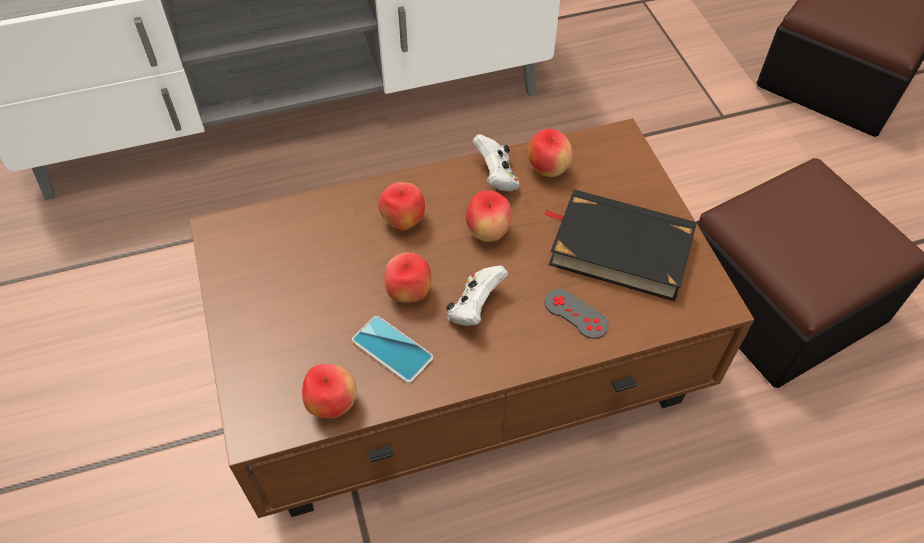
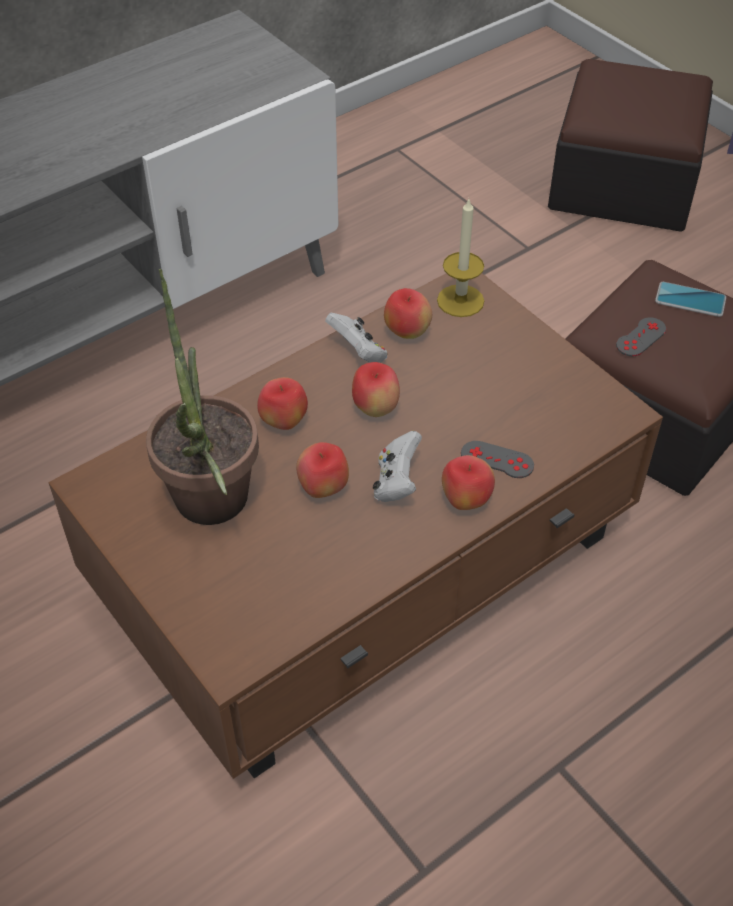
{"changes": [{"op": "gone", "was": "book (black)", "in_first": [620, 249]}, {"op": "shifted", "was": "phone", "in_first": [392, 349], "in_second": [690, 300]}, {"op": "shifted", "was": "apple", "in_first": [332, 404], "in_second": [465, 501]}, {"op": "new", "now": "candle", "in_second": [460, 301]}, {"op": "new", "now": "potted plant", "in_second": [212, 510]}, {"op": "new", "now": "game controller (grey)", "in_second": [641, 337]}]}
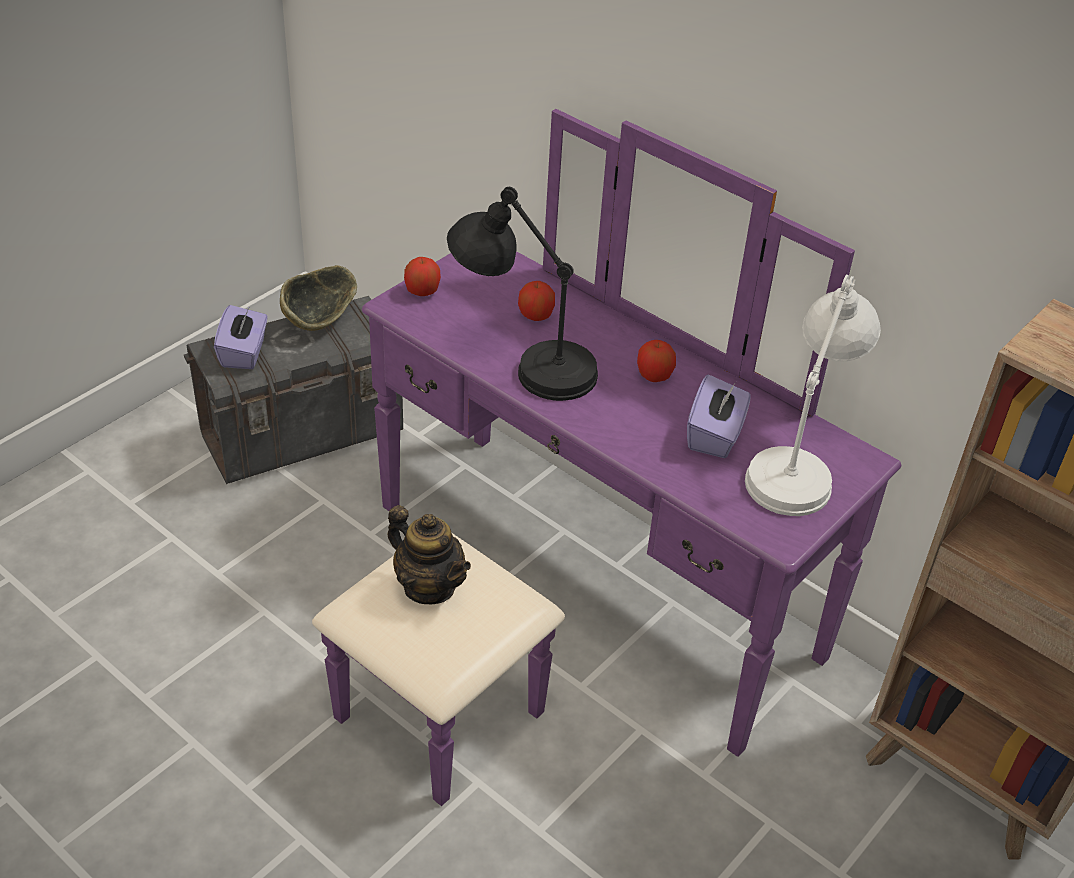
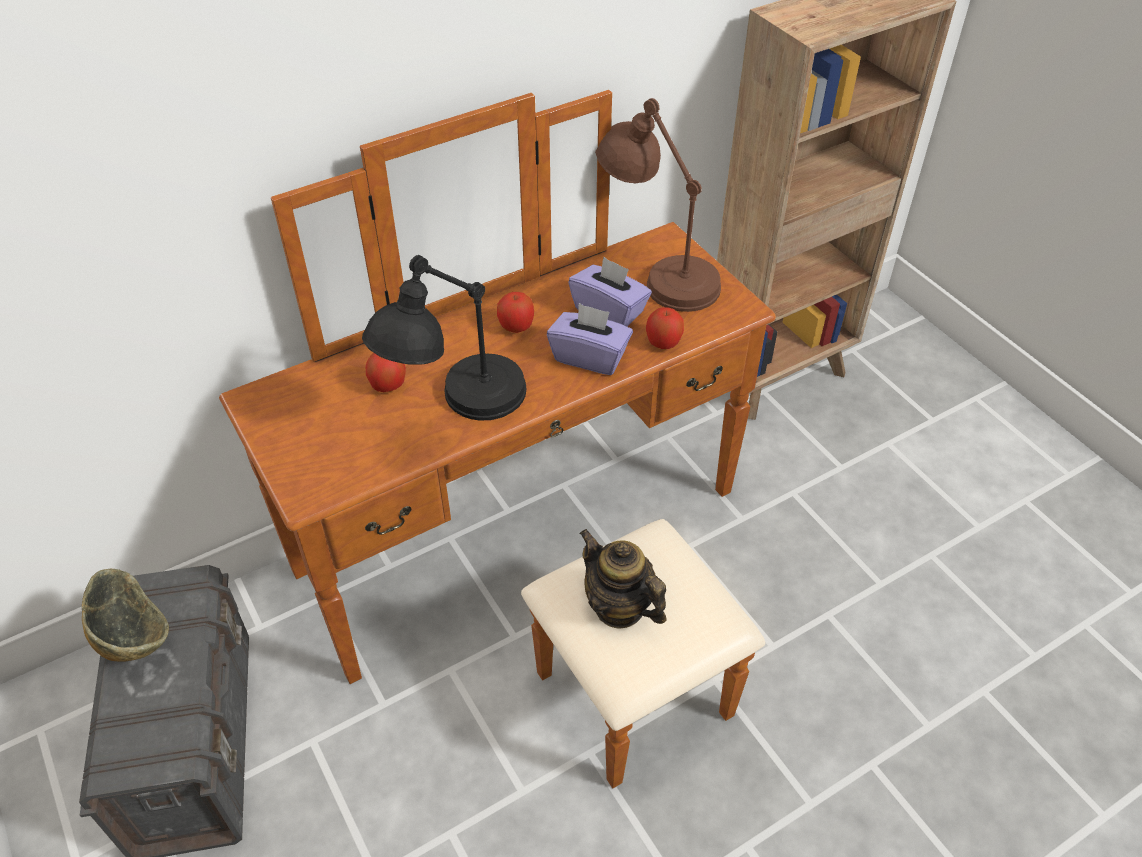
{"changes": [{"op": "repainted", "was": "dresser (purple)", "now": "dresser (brown)", "in_first": [564, 609], "in_second": [544, 564]}, {"op": "shifted", "was": "apple", "in_first": [422, 292], "in_second": [663, 342]}, {"op": "repainted", "was": "table lamp (white)", "now": "table lamp (brown)", "in_first": [800, 460], "in_second": [656, 272]}, {"op": "shifted", "was": "tissue box (purple)", "in_first": [244, 353], "in_second": [590, 356]}, {"op": "rotated", "was": "teapot", "in_first": [429, 586], "in_second": [619, 606], "clockwise": -105}]}
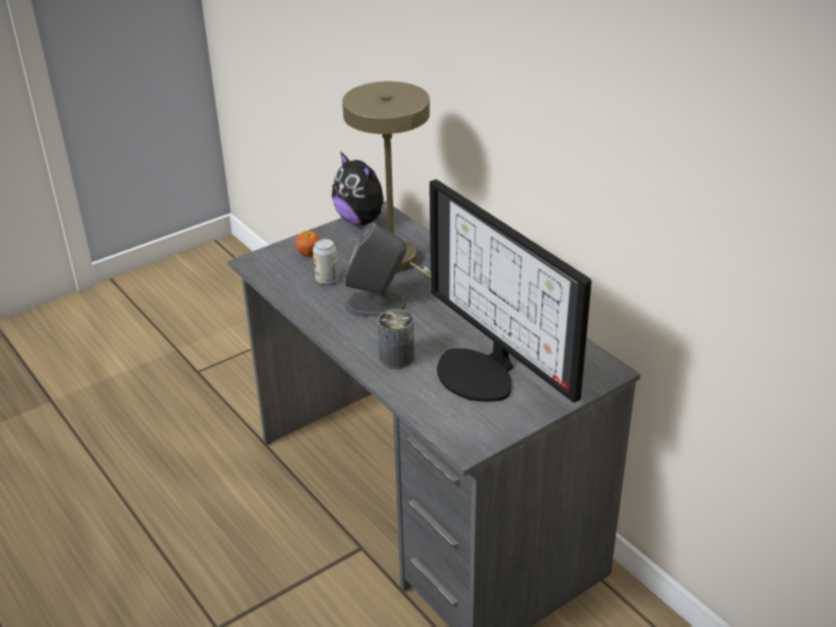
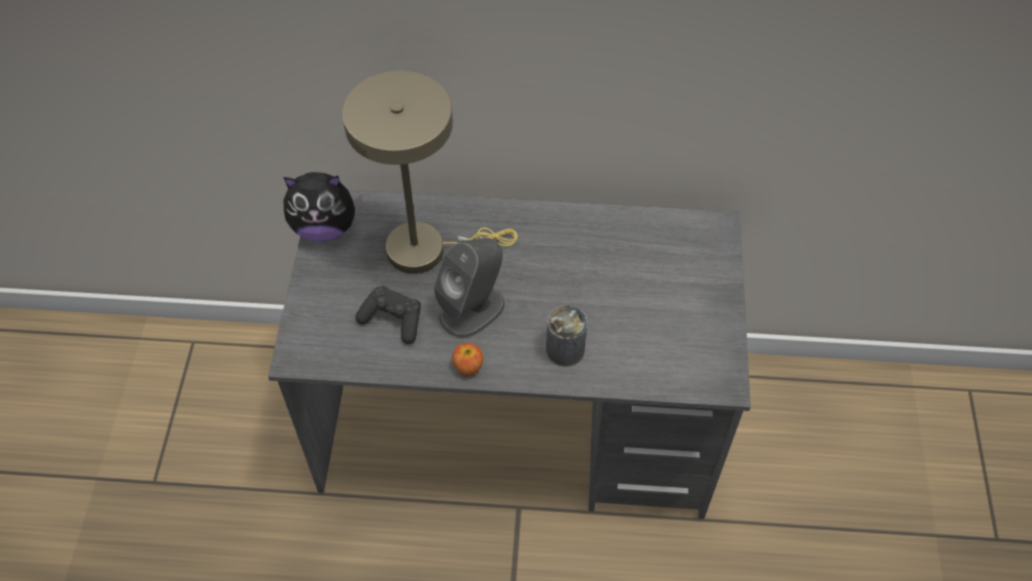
{"changes": [{"op": "gone", "was": "monitor", "in_first": [483, 372]}, {"op": "shifted", "was": "apple", "in_first": [309, 253], "in_second": [468, 366]}, {"op": "swapped", "was": "can", "now": "game controller (black)", "in_first": [327, 279], "in_second": [393, 320]}]}
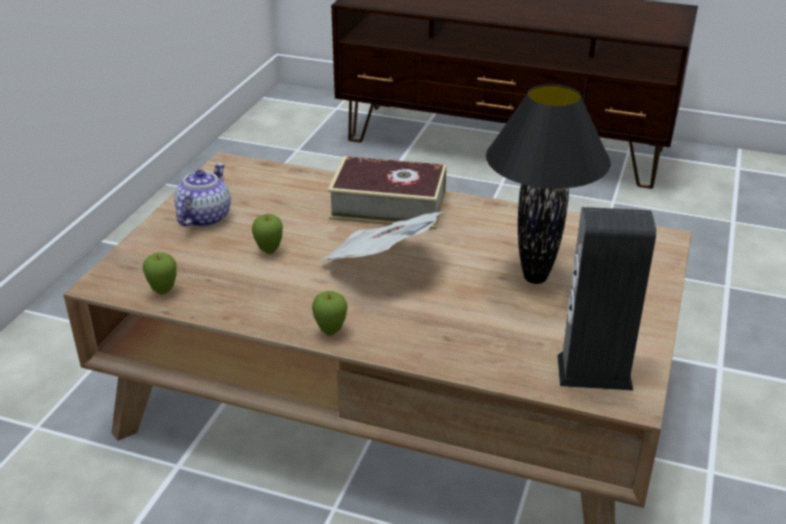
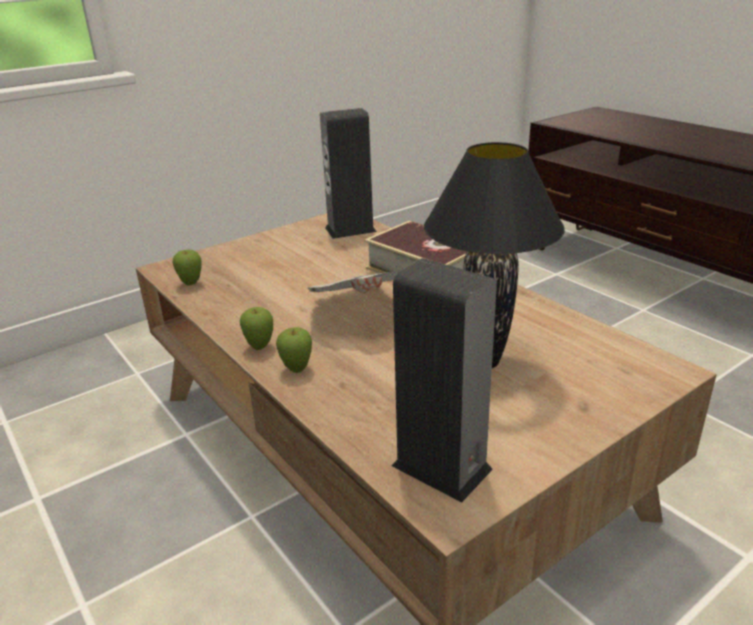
{"changes": [{"op": "gone", "was": "teapot", "in_first": [204, 217]}, {"op": "shifted", "was": "apple", "in_first": [269, 251], "in_second": [297, 369]}, {"op": "new", "now": "speaker", "in_second": [350, 229]}]}
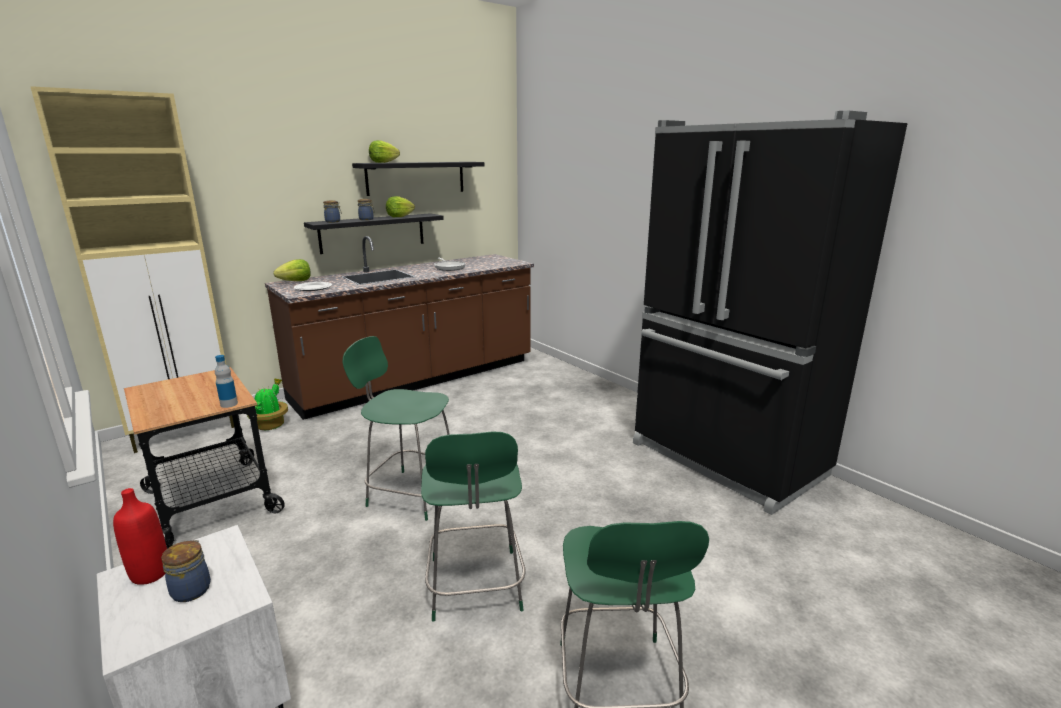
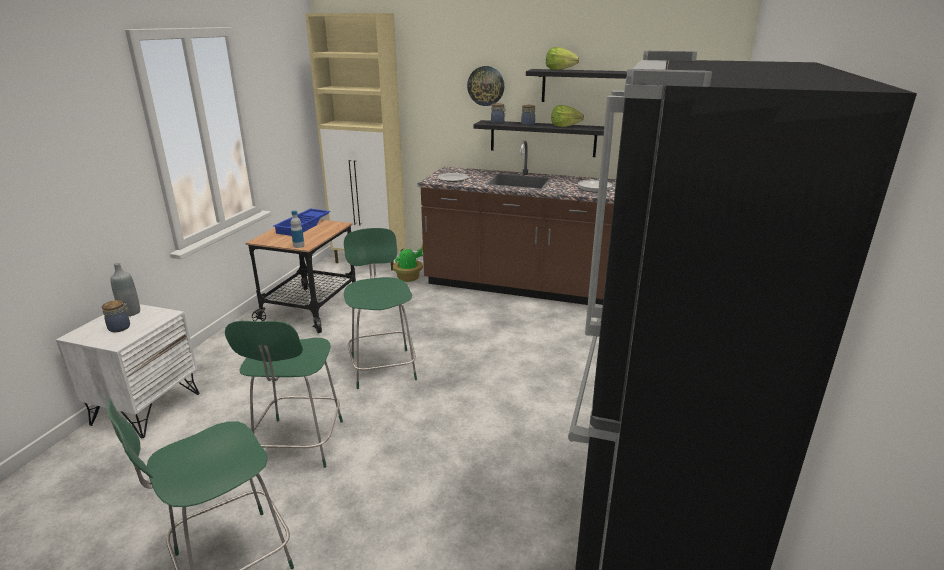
{"changes": [{"op": "gone", "was": "lettuce", "in_first": [296, 281]}, {"op": "rotated", "was": "chair (green)", "in_first": [475, 587], "in_second": [298, 445], "clockwise": -45}, {"op": "repainted", "was": "bottle (red)", "now": "bottle (grey)", "in_first": [150, 574], "in_second": [130, 312]}, {"op": "new", "now": "wall clock", "in_second": [486, 86]}, {"op": "new", "now": "tray (blue)", "in_second": [304, 226]}]}
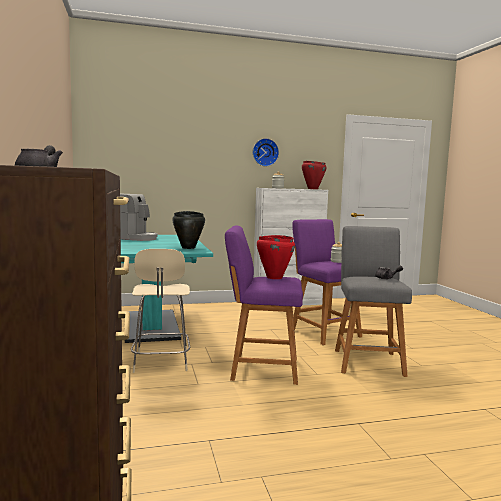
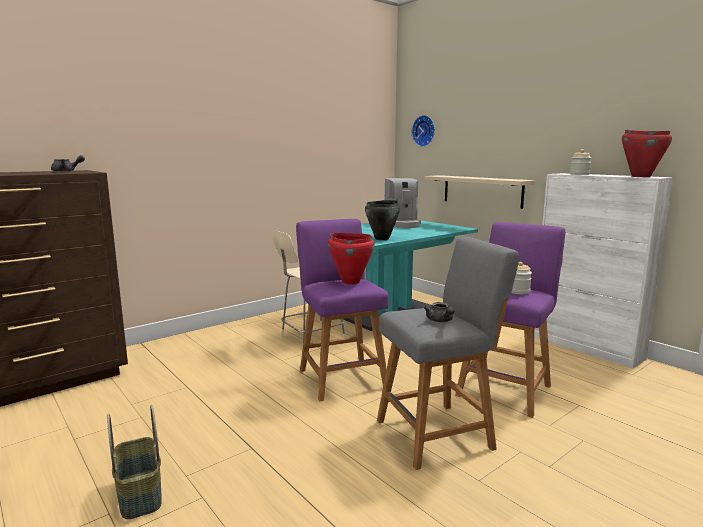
{"changes": [{"op": "shifted", "was": "wall clock", "in_first": [265, 152], "in_second": [424, 131]}, {"op": "new", "now": "shelf (beige)", "in_second": [482, 191]}, {"op": "new", "now": "basket", "in_second": [138, 494]}]}
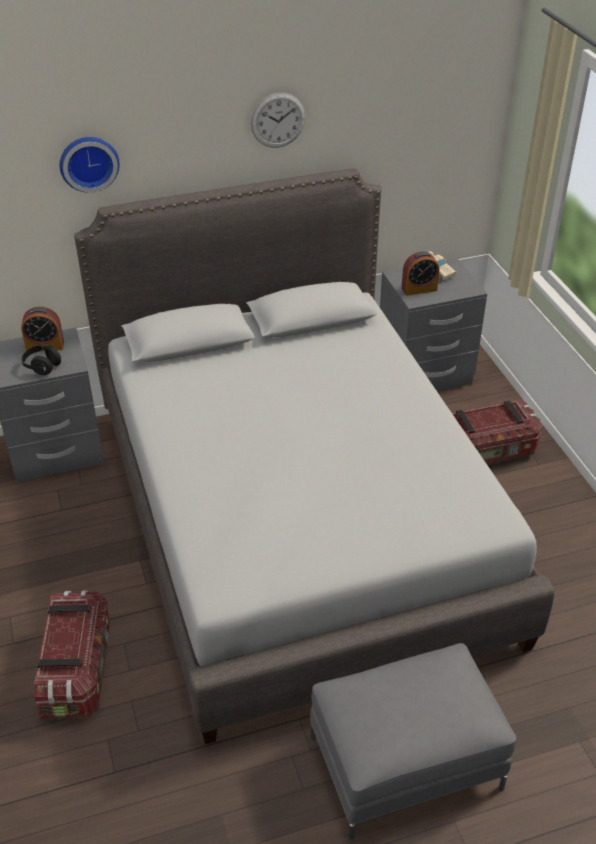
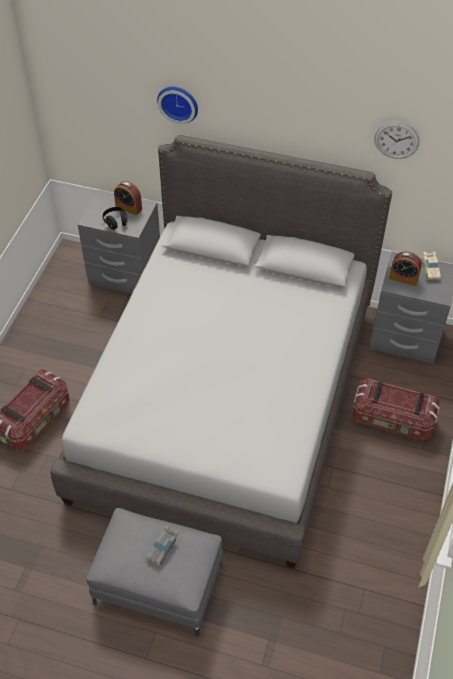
{"changes": [{"op": "shifted", "was": "wall clock", "in_first": [278, 120], "in_second": [396, 140]}, {"op": "new", "now": "toy car (grey)", "in_second": [163, 548]}]}
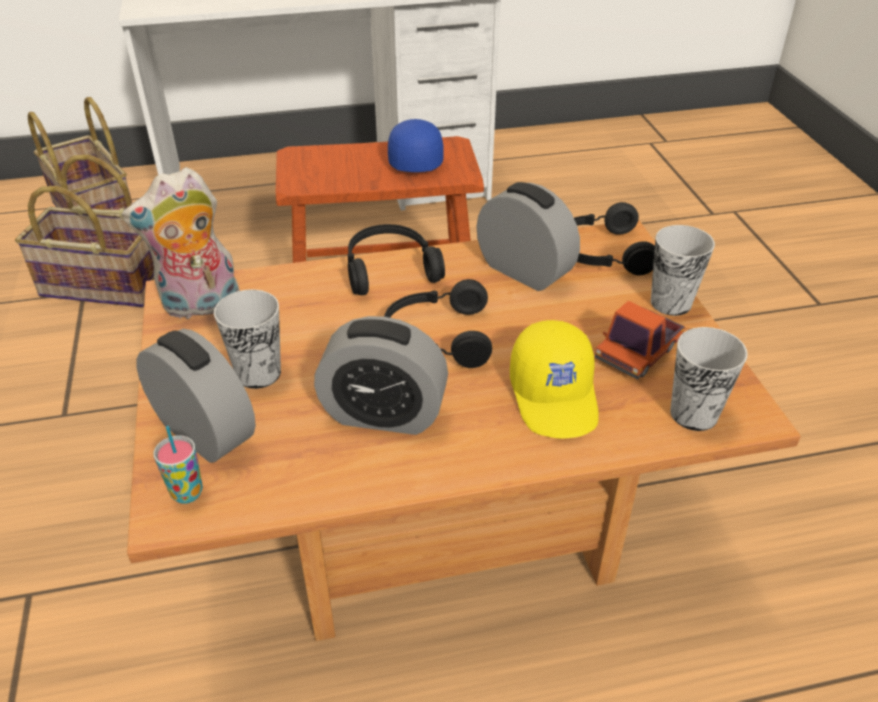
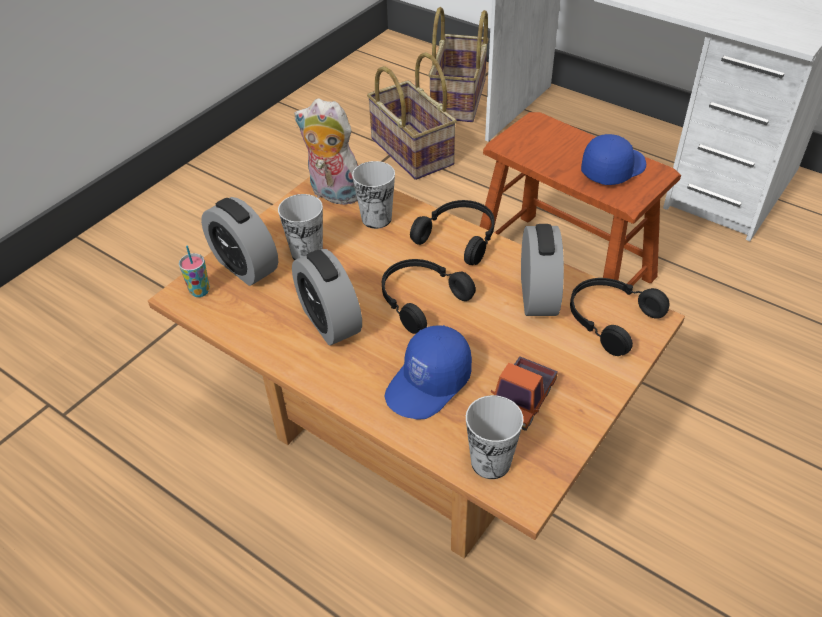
{"changes": [{"op": "shifted", "was": "cup", "in_first": [670, 303], "in_second": [376, 219]}, {"op": "rotated", "was": "toy truck", "in_first": [637, 352], "in_second": [521, 399], "clockwise": -60}, {"op": "repainted", "was": "cap (yellow)", "now": "cap (blue)", "in_first": [555, 396], "in_second": [429, 384]}, {"op": "rotated", "was": "alarm clock", "in_first": [204, 431], "in_second": [245, 266], "clockwise": 135}]}
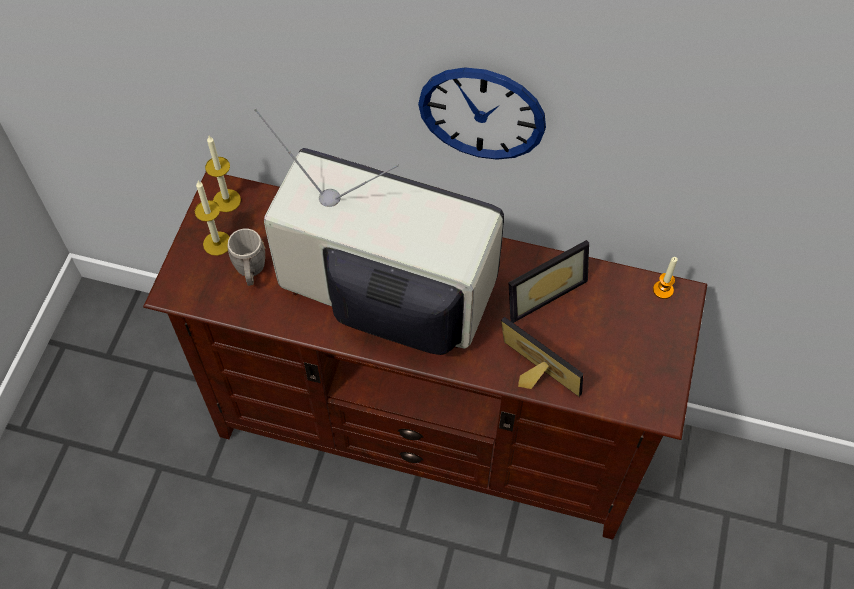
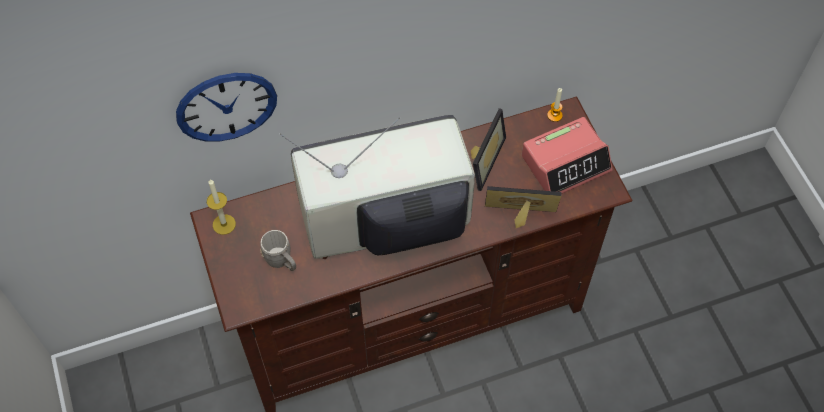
{"changes": [{"op": "shifted", "was": "wall clock", "in_first": [482, 113], "in_second": [226, 106]}, {"op": "gone", "was": "candle", "in_first": [217, 243]}, {"op": "new", "now": "alarm clock", "in_second": [566, 163]}]}
